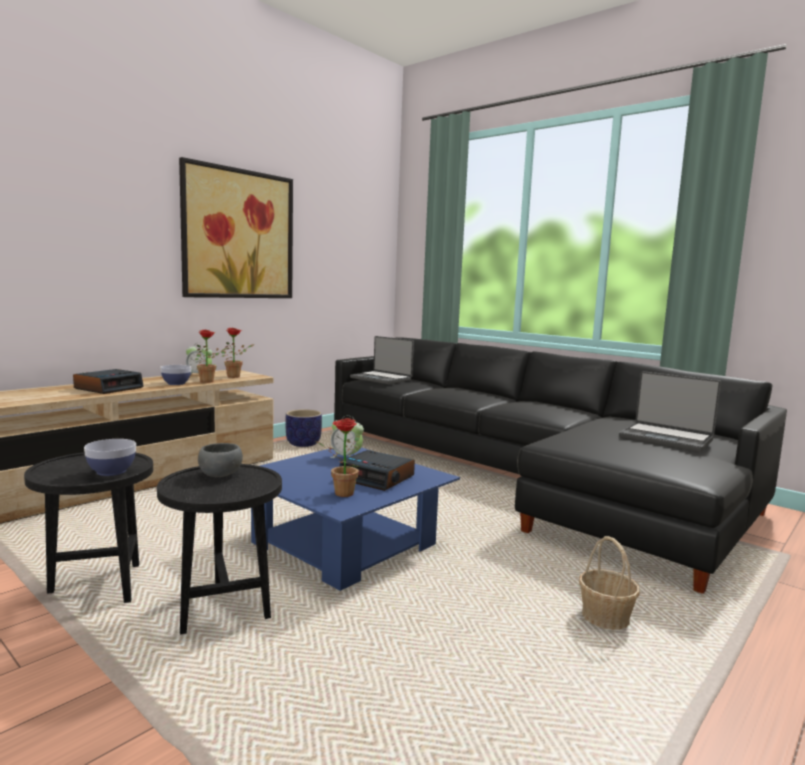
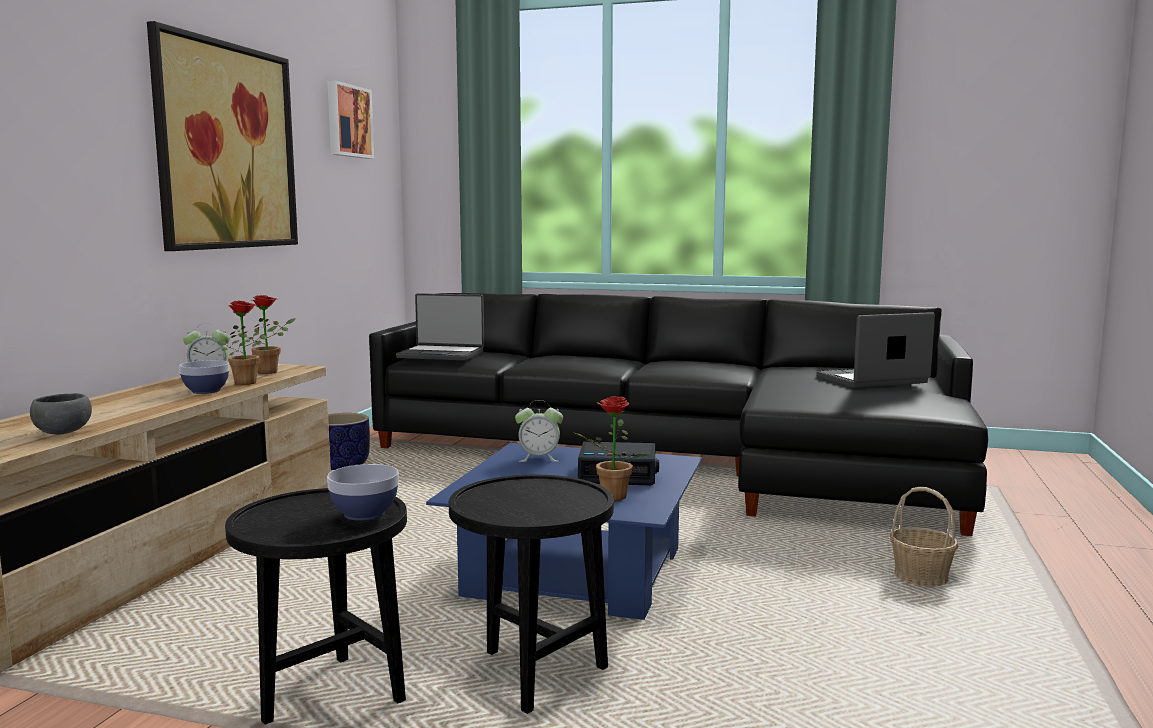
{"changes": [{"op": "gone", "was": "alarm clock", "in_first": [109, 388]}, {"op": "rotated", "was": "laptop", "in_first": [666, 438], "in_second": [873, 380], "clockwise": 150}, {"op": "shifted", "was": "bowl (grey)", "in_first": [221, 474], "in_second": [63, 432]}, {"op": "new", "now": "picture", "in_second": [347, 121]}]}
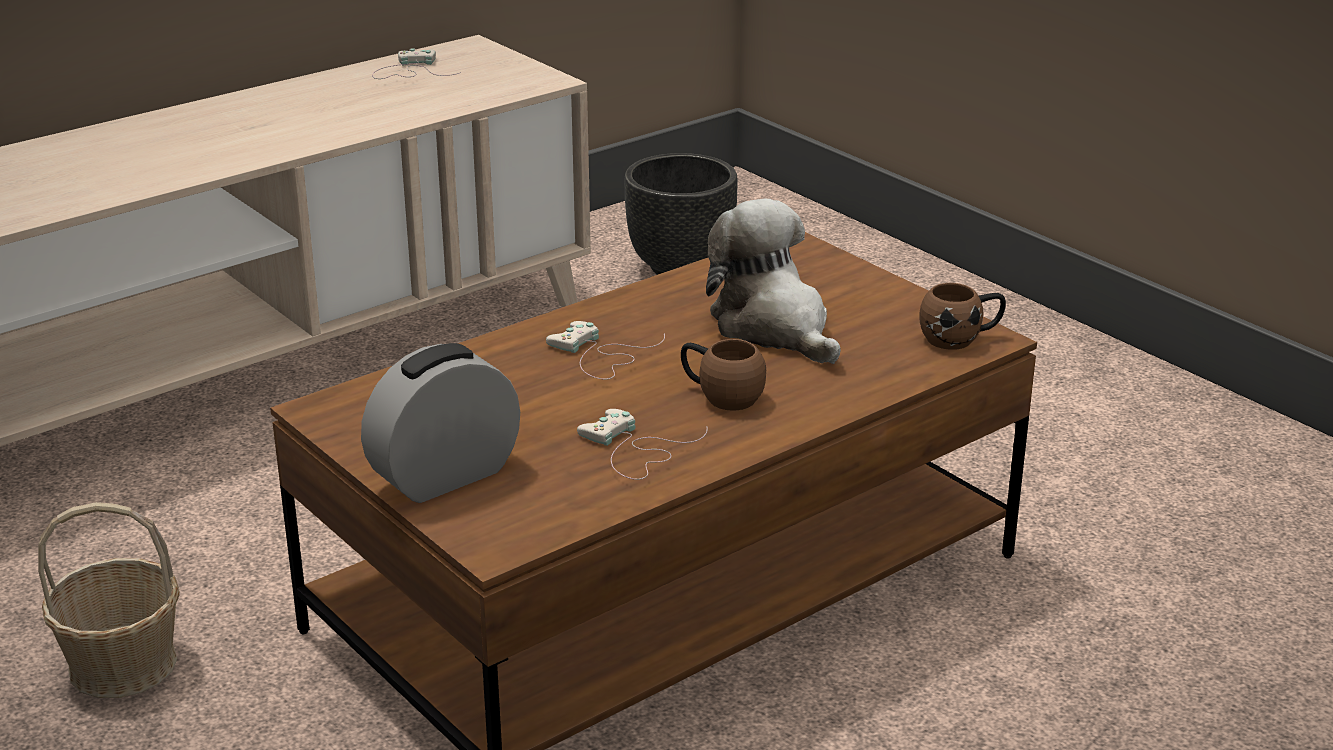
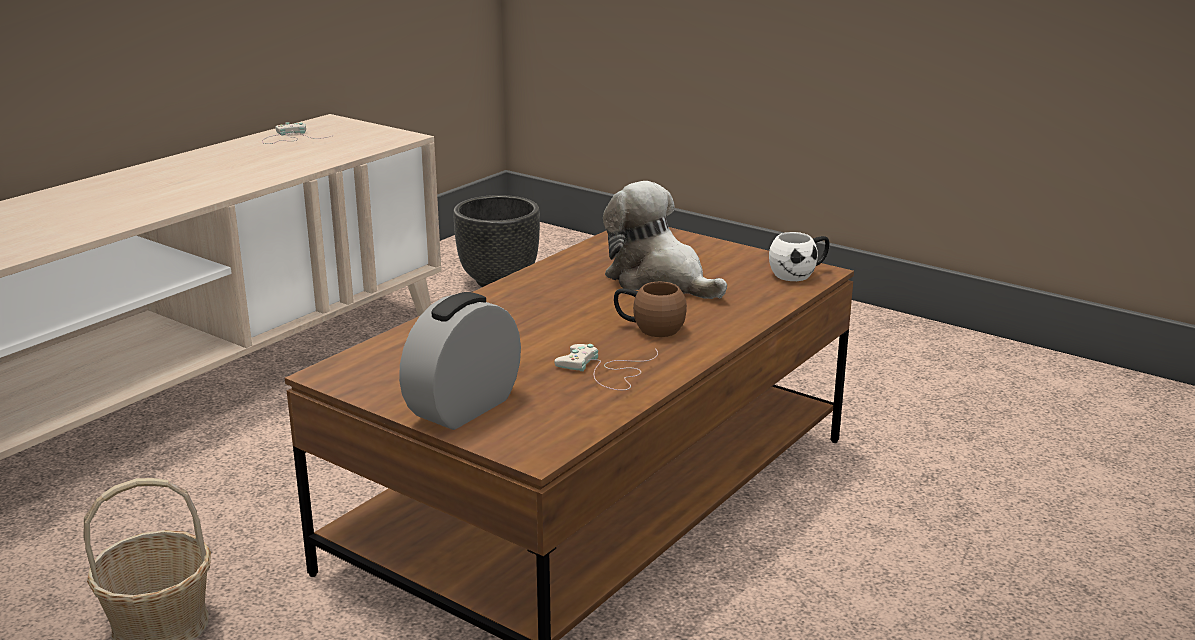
{"changes": [{"op": "repainted", "was": "mug (brown)", "now": "mug (white)", "in_first": [961, 338], "in_second": [799, 273]}, {"op": "gone", "was": "game controller (white)", "in_first": [600, 356]}]}
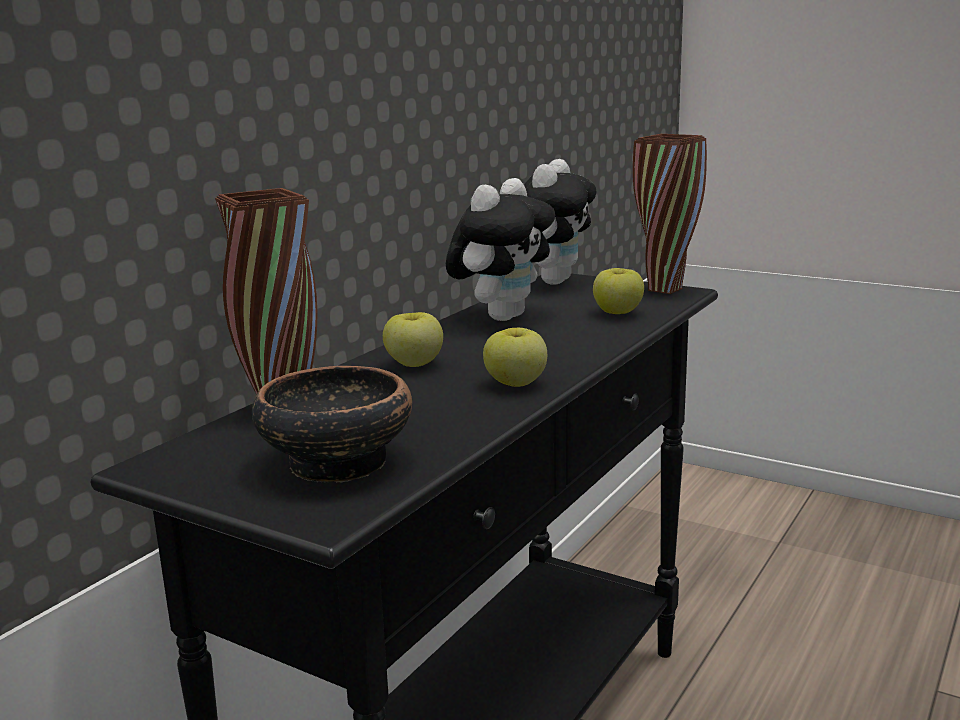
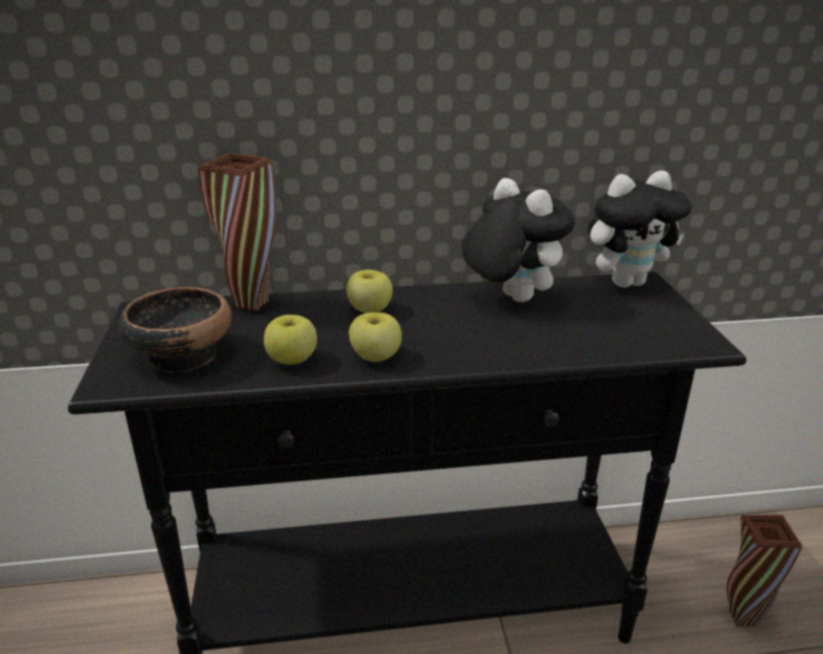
{"changes": [{"op": "shifted", "was": "vase (brown)", "in_first": [665, 289], "in_second": [742, 618]}, {"op": "rotated", "was": "plush toy", "in_first": [502, 316], "in_second": [510, 298], "clockwise": -120}, {"op": "shifted", "was": "apple", "in_first": [618, 313], "in_second": [292, 360]}]}
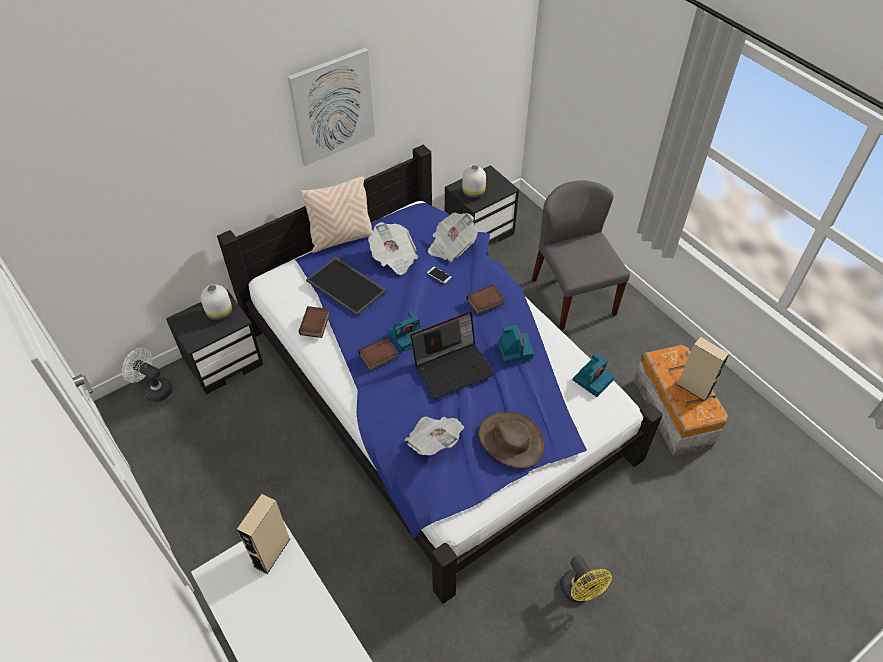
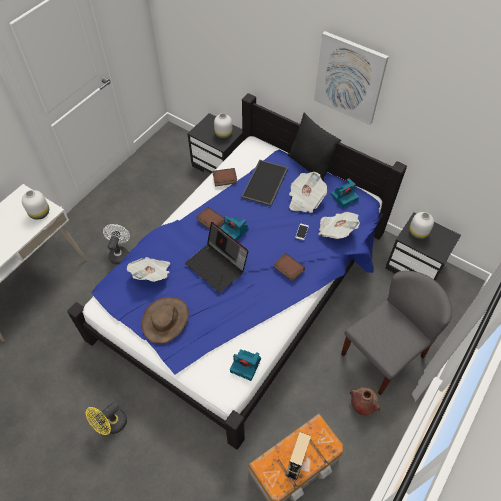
{"changes": [{"op": "repainted", "was": "pillow (beige)", "now": "pillow (black)", "in_first": [341, 238], "in_second": [309, 165]}, {"op": "shifted", "was": "photo camera", "in_first": [514, 349], "in_second": [344, 197]}, {"op": "shifted", "was": "fan (white)", "in_first": [154, 389], "in_second": [120, 253]}, {"op": "swapped", "was": "speaker (beige)", "now": "vase (white)", "in_first": [272, 552], "in_second": [40, 213]}, {"op": "new", "now": "vase (brown)", "in_second": [362, 405]}]}
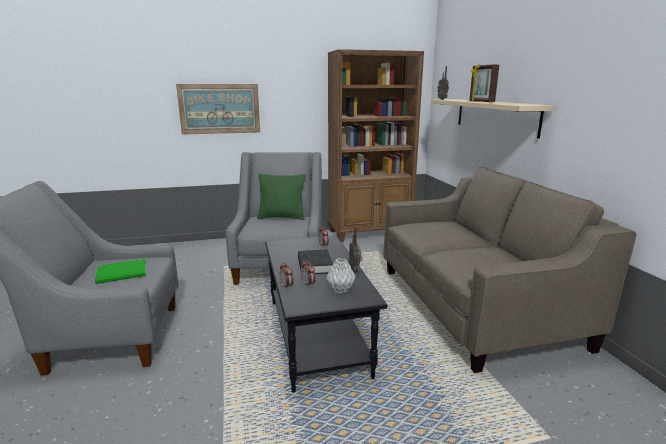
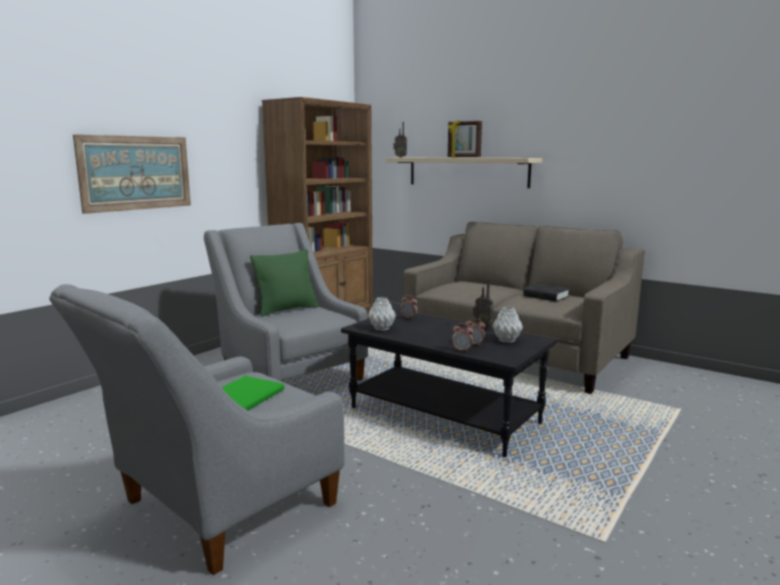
{"changes": [{"op": "shifted", "was": "book (black)", "in_first": [314, 266], "in_second": [546, 296]}, {"op": "new", "now": "vase (grey)", "in_second": [381, 329]}]}
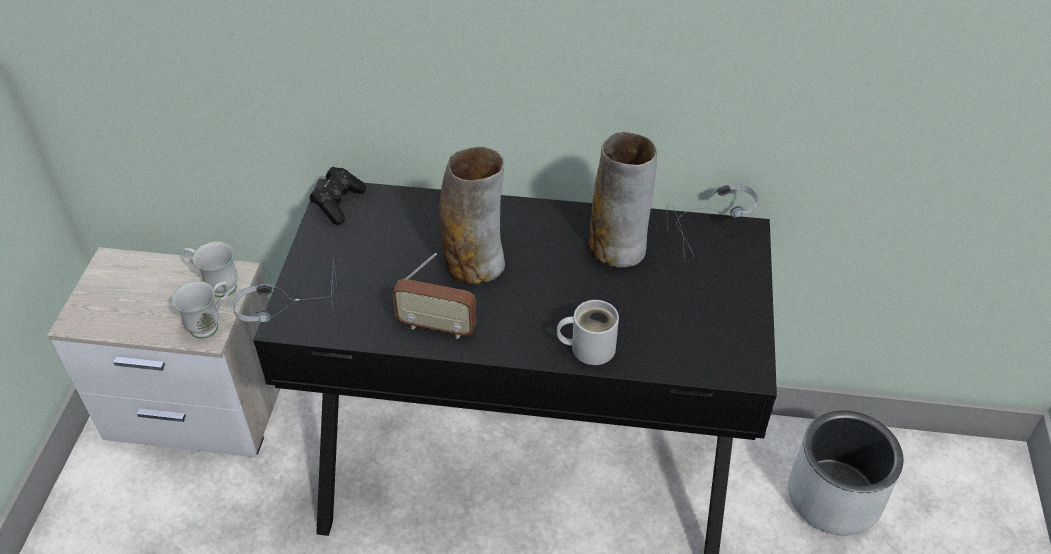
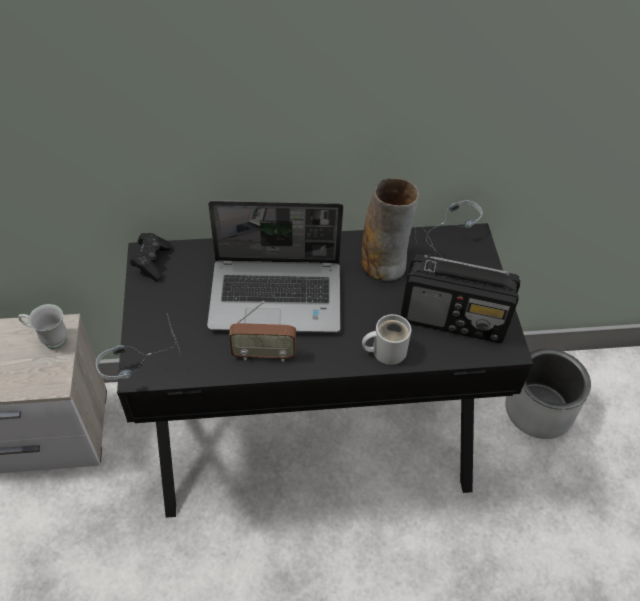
{"changes": [{"op": "swapped", "was": "vase", "now": "laptop", "in_first": [475, 263], "in_second": [277, 296]}, {"op": "gone", "was": "mug (white)", "in_first": [211, 324]}, {"op": "new", "now": "radio", "in_second": [454, 319]}]}
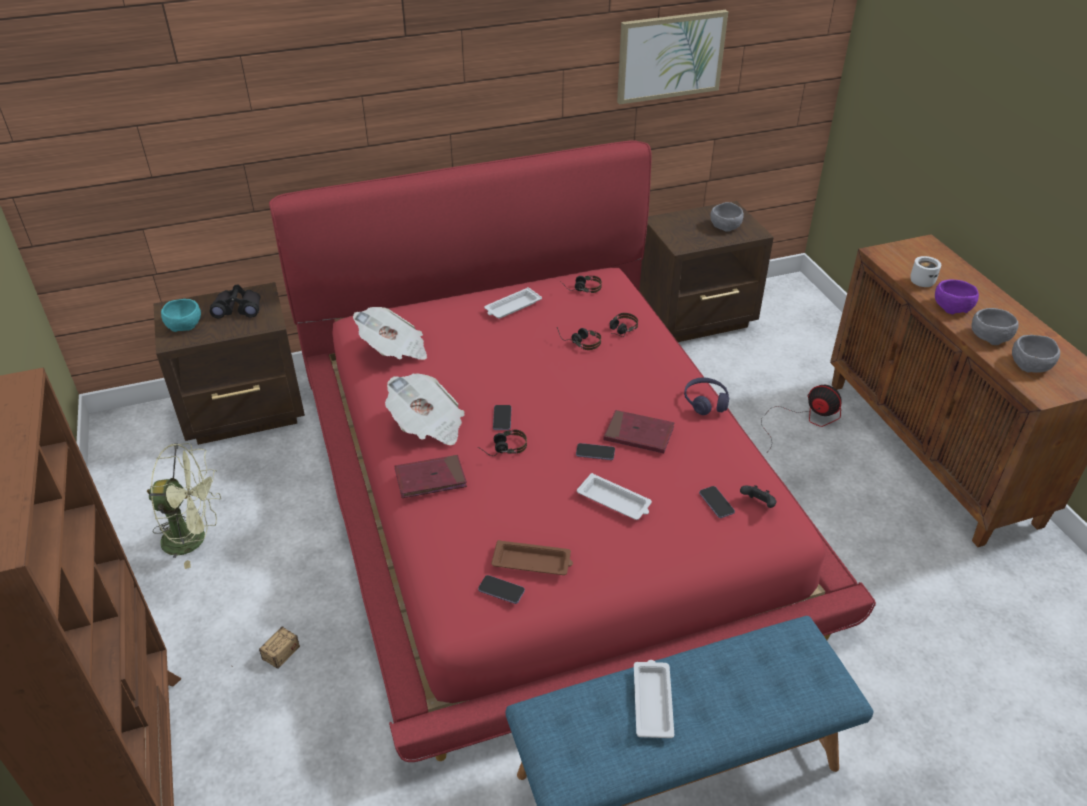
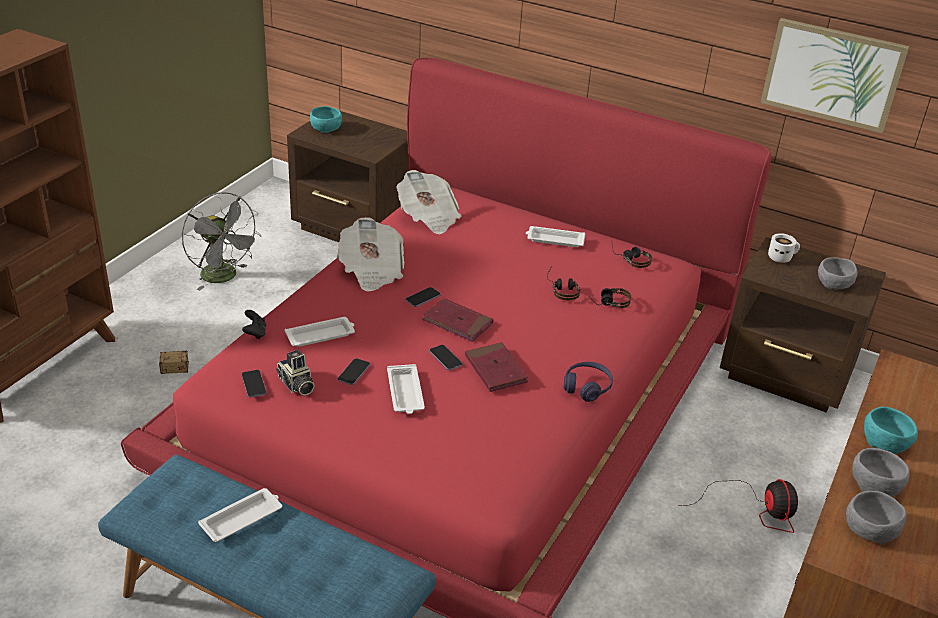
{"changes": [{"op": "shifted", "was": "mug (white)", "in_first": [921, 280], "in_second": [781, 257]}, {"op": "repainted", "was": "bowl (purple)", "now": "bowl (turquoise)", "in_first": [951, 306], "in_second": [885, 441]}, {"op": "gone", "was": "binoculars (black)", "in_first": [238, 309]}, {"op": "gone", "was": "headphones", "in_first": [502, 449]}, {"op": "repainted", "was": "fan (green)", "now": "fan (grey)", "in_first": [194, 538], "in_second": [224, 277]}, {"op": "shifted", "was": "book (red)", "in_first": [430, 479], "in_second": [457, 322]}, {"op": "shifted", "was": "game controller (black)", "in_first": [758, 504], "in_second": [255, 333]}, {"op": "shifted", "was": "phone", "in_first": [716, 503], "in_second": [354, 373]}, {"op": "swapped", "was": "tray (brown)", "now": "photo camera", "in_first": [533, 562], "in_second": [296, 385]}, {"op": "new", "now": "tray (white)", "in_second": [321, 335]}]}
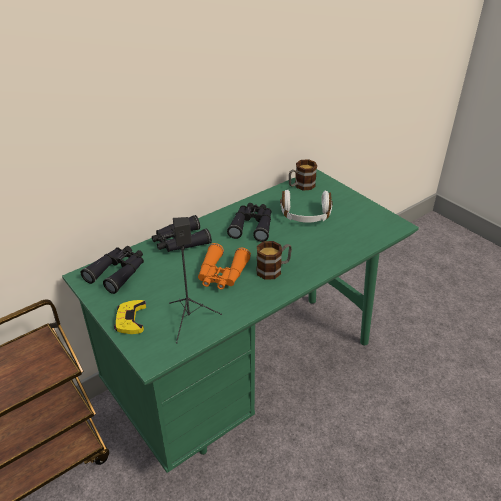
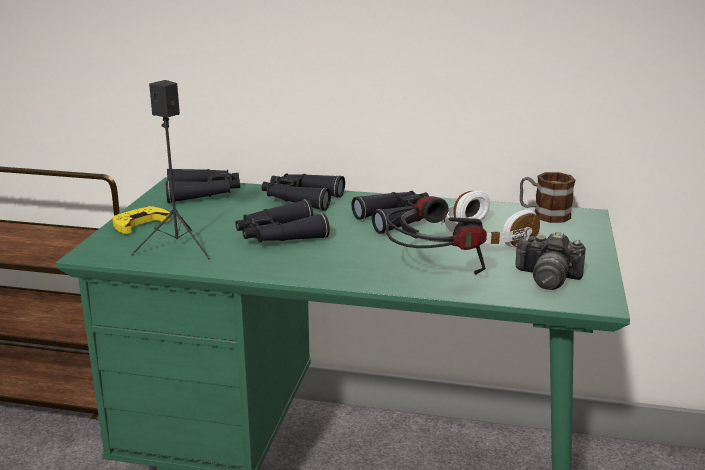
{"changes": [{"op": "gone", "was": "mug", "in_first": [273, 269]}, {"op": "repainted", "was": "binoculars (orange)", "now": "binoculars (black)", "in_first": [222, 274], "in_second": [279, 236]}, {"op": "new", "now": "headphones", "in_second": [429, 274]}, {"op": "new", "now": "photo camera", "in_second": [547, 278]}]}
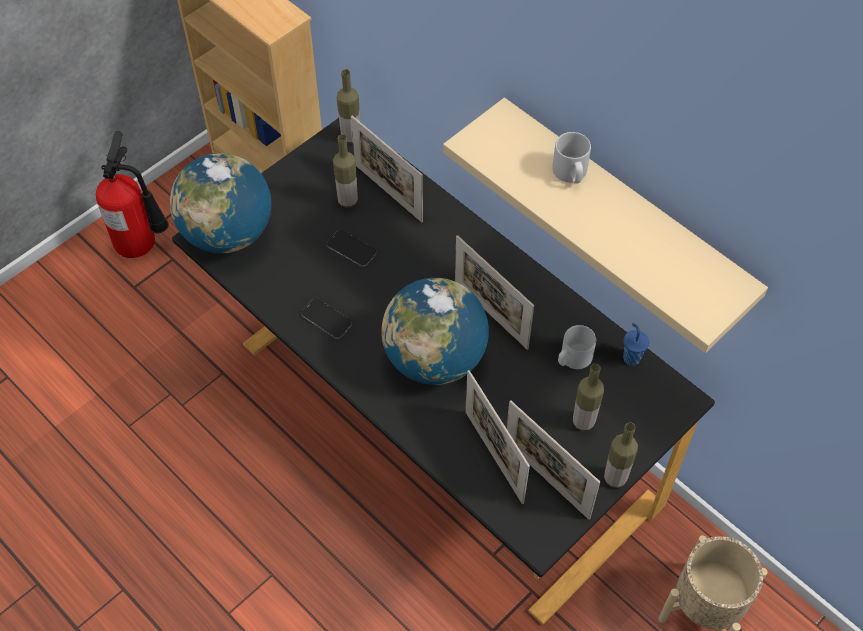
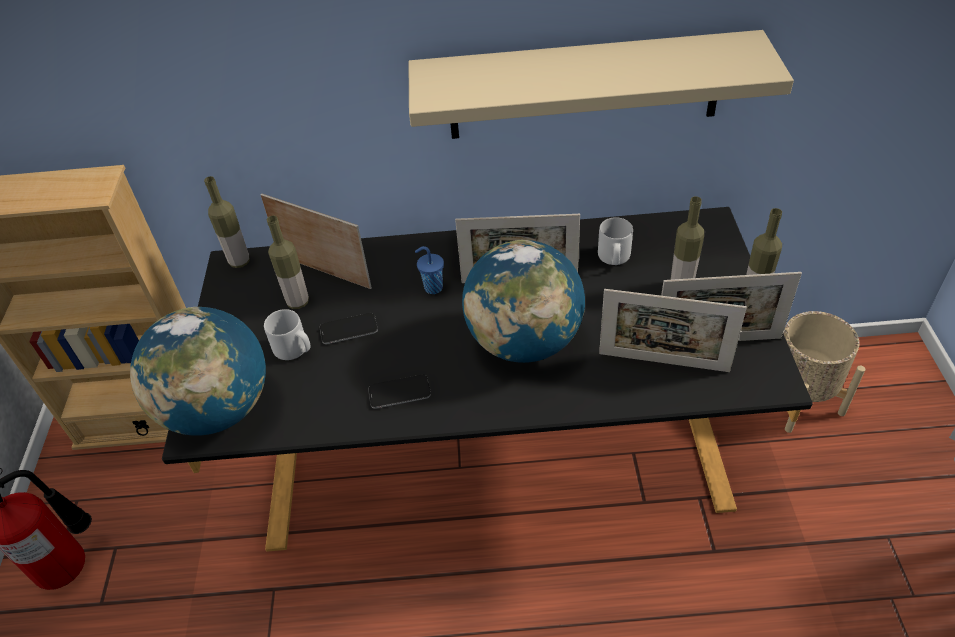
{"changes": [{"op": "rotated", "was": "picture frame", "in_first": [388, 193], "in_second": [324, 272], "clockwise": -150}, {"op": "shifted", "was": "mug (grey)", "in_first": [570, 173], "in_second": [294, 349]}, {"op": "shifted", "was": "cup (blue)", "in_first": [631, 357], "in_second": [432, 287]}]}
